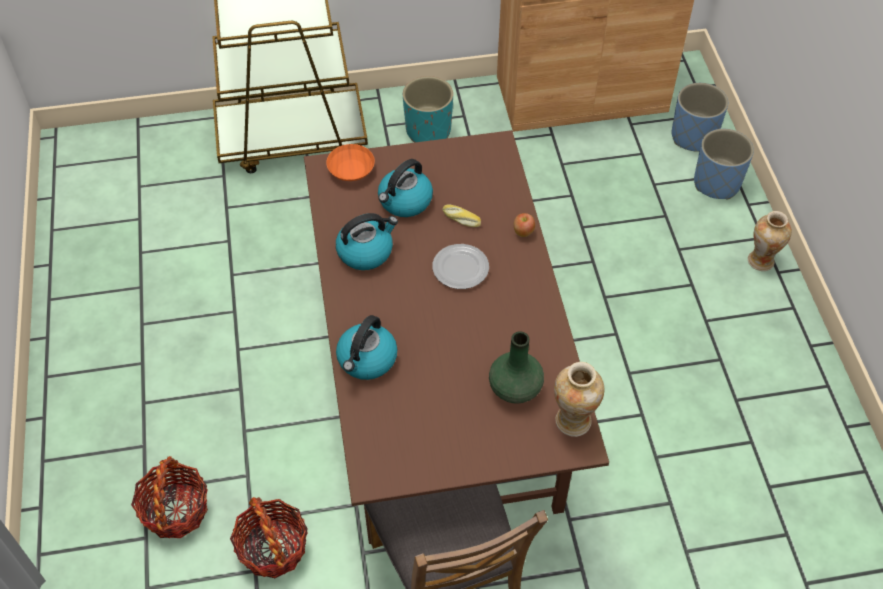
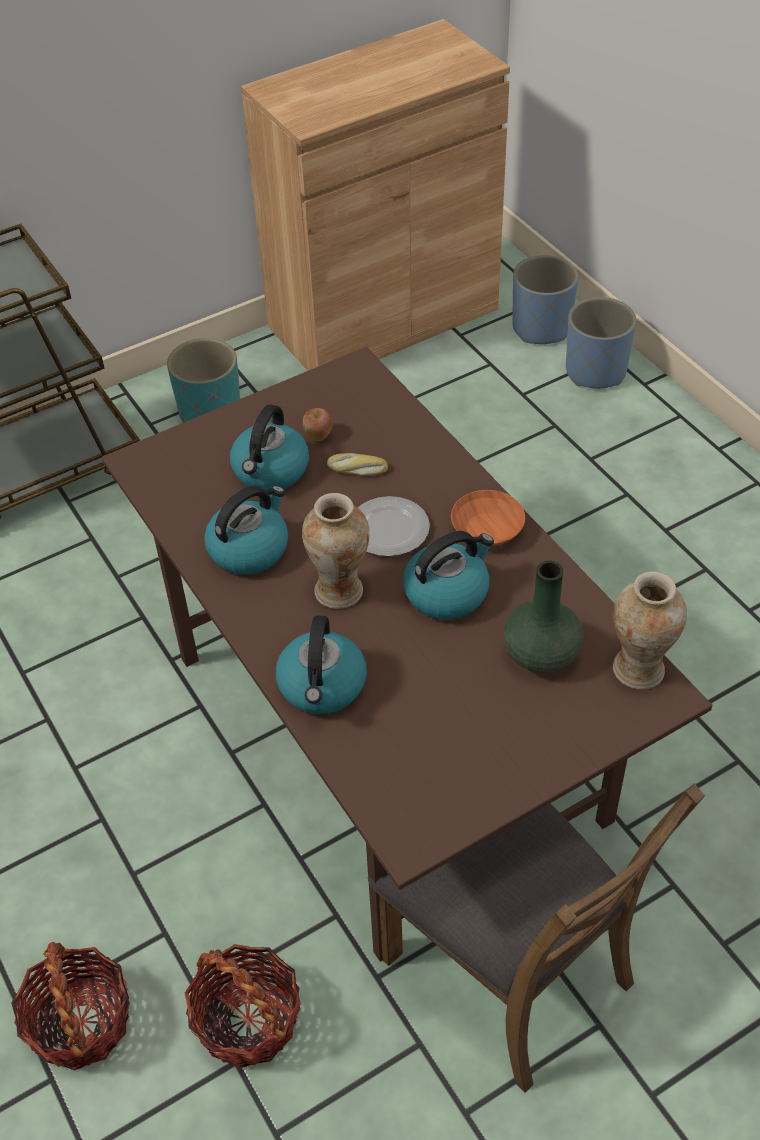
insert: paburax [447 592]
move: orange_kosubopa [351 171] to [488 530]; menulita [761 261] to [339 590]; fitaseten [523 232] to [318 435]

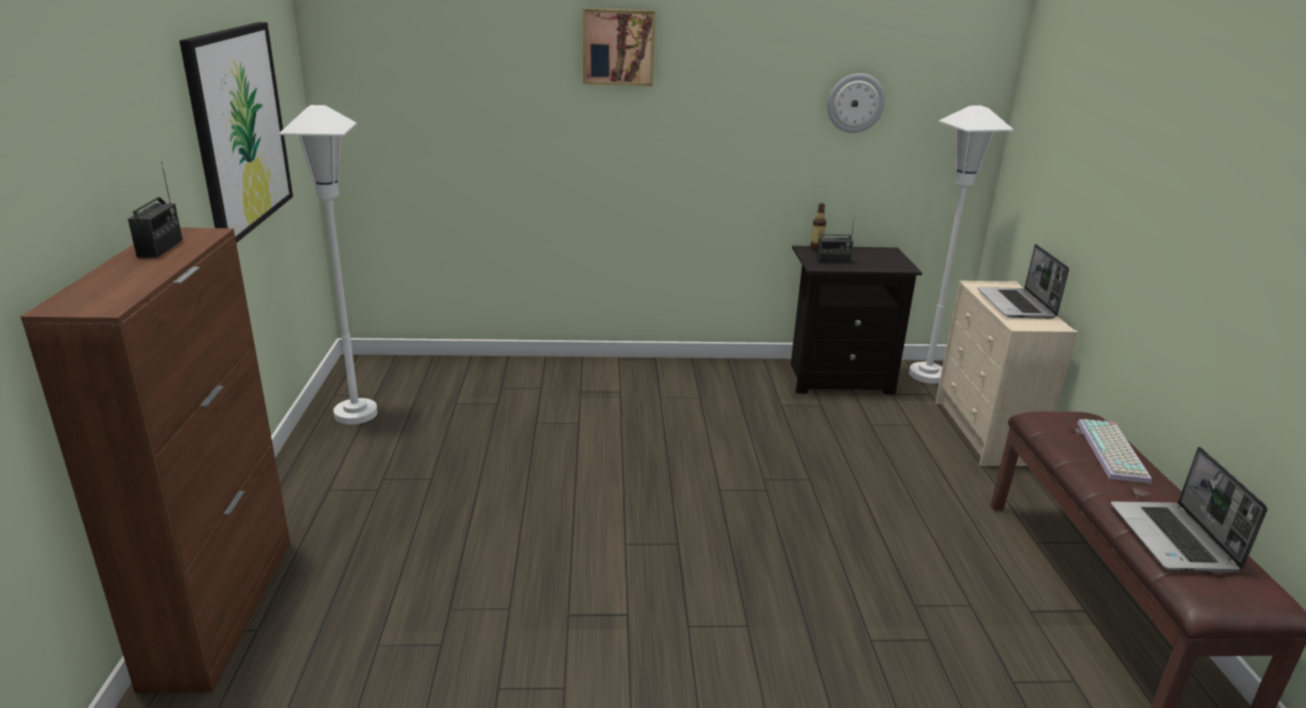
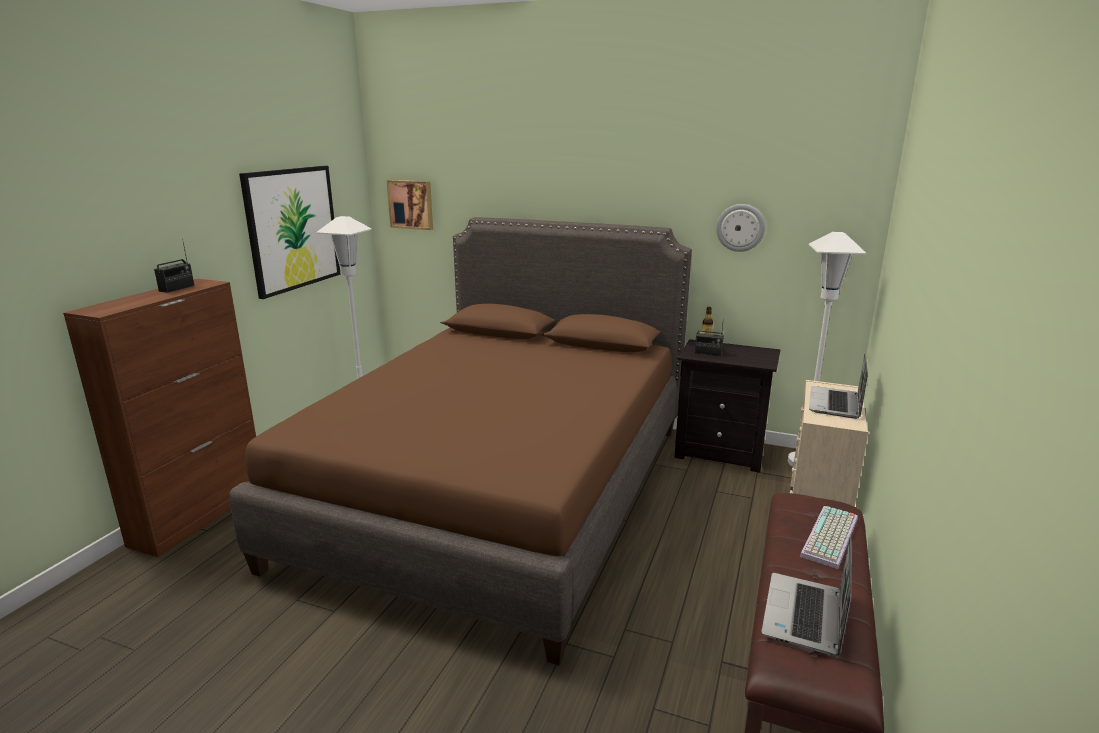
insert: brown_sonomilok [499 490]
move: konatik [618 47] to [411 204]

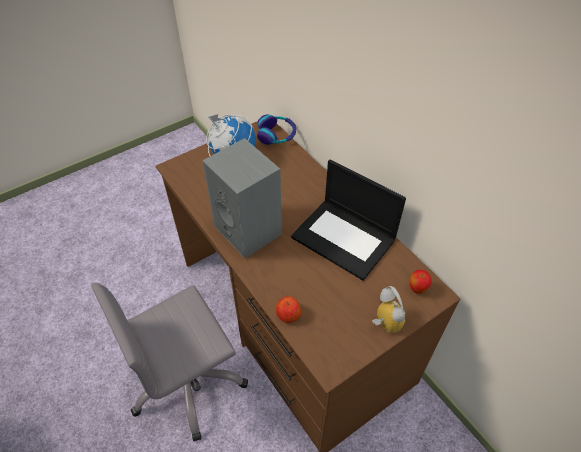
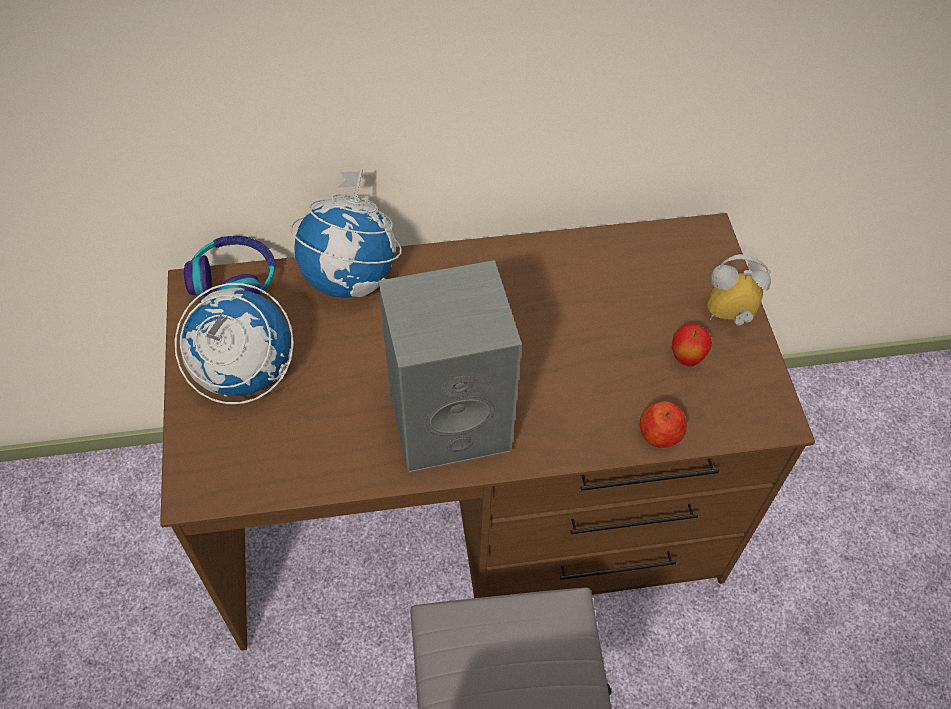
delete: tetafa [345 238]
insert: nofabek [351 278]
move: fitaseten [417 289] to [686 359]

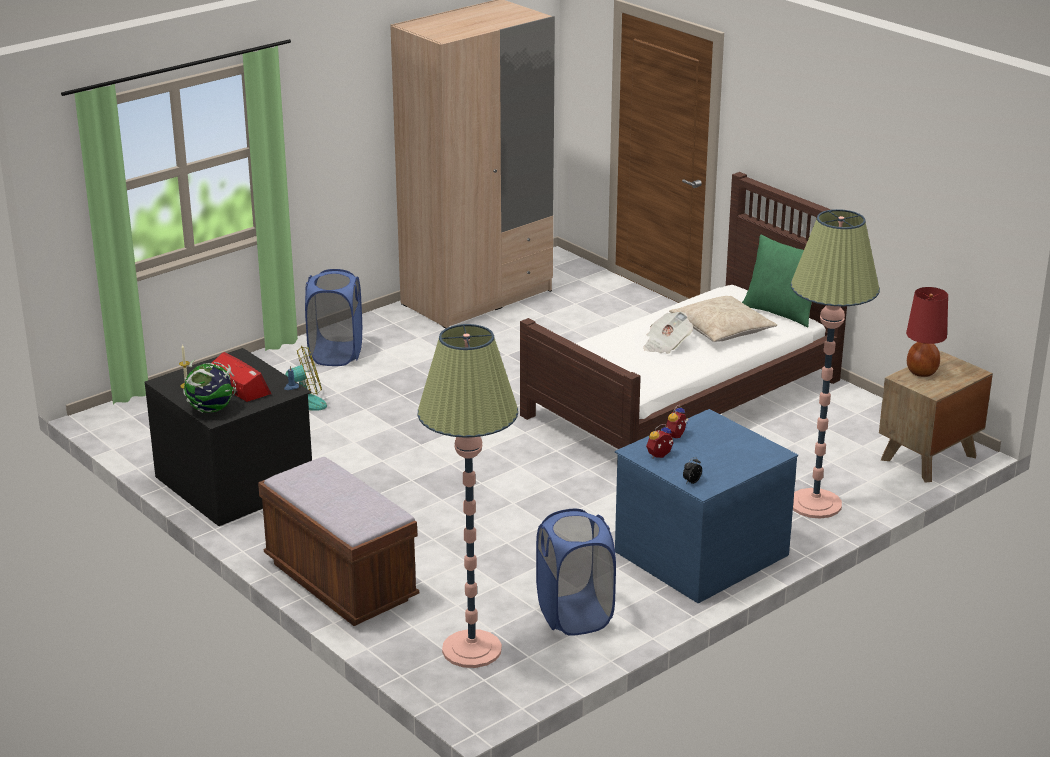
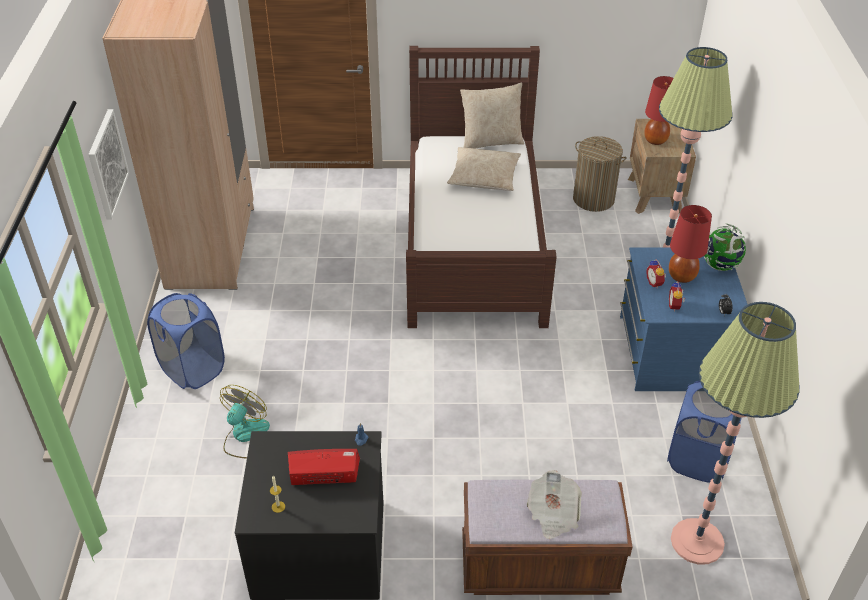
insert: konatik [107 164]; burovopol [593 199]; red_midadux [681 277]
move: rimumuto [666 345] to [553 514]; nofabek [211 410] to [719 265]
recolor: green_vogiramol [781 312] to beige_vogiramol [491 141]

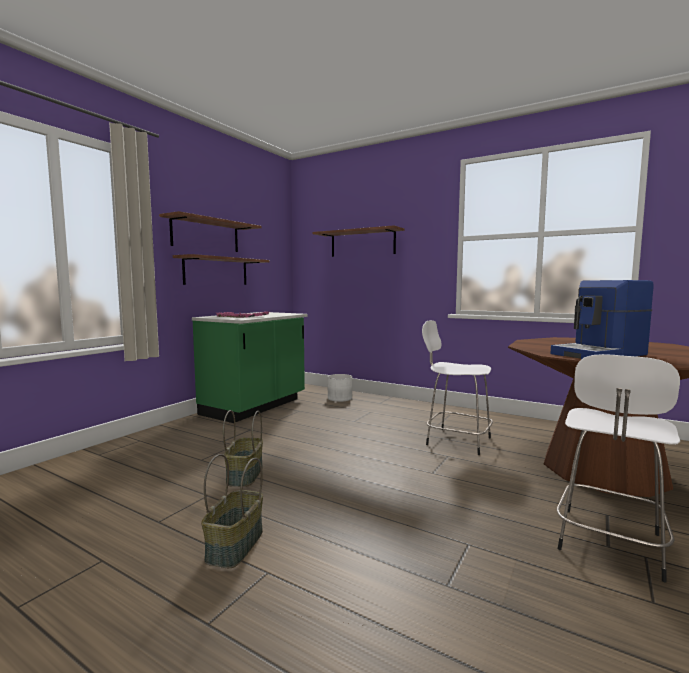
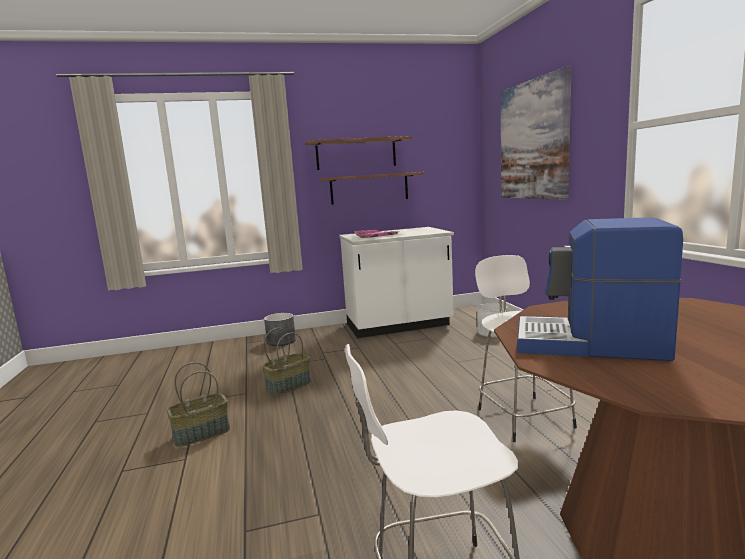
insert: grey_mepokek [281 341]
replace: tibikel [362 243] to konatik [533 140]
recolor: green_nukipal [255 407] to white_nukipal [399 326]

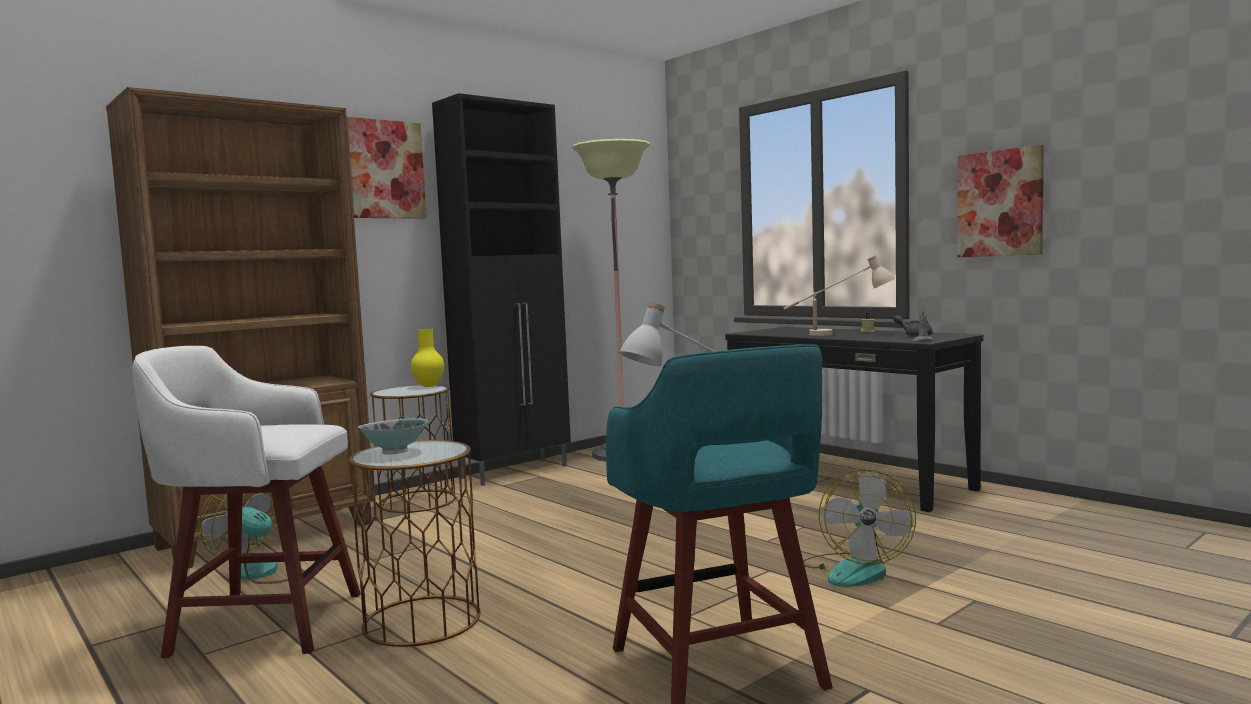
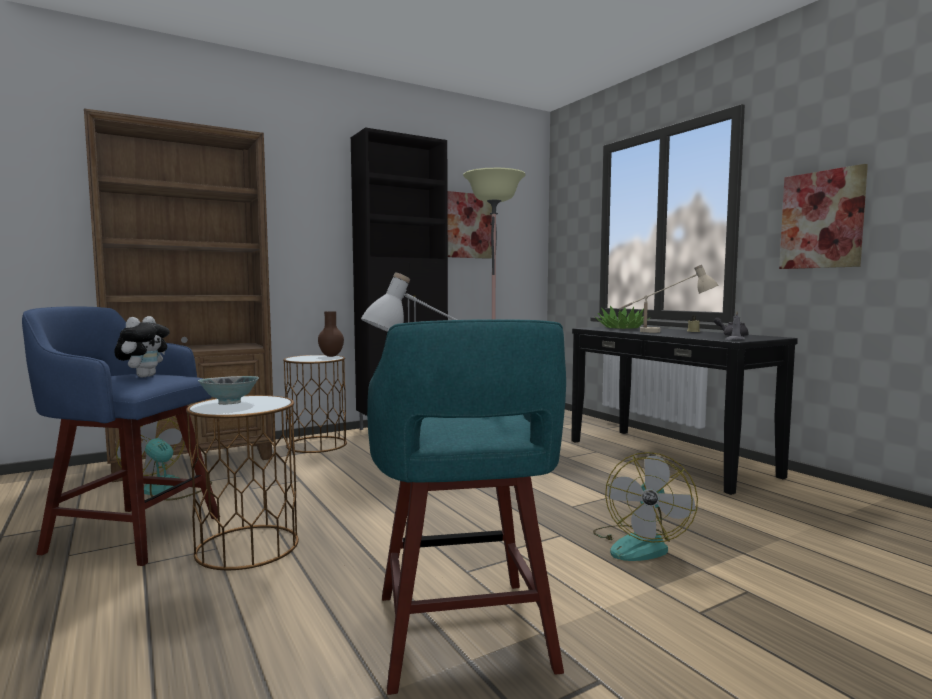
insert: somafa [622 328]; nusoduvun [144 376]
move: konatik [386 169] to [468 226]
recolor: yellow_menulita [429 386] to brown_menulita [332 356]; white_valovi [262 623] to blue_valovi [130 534]

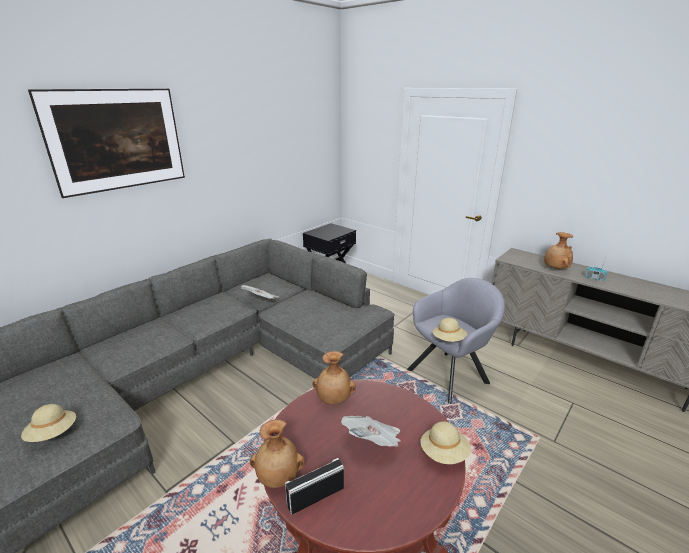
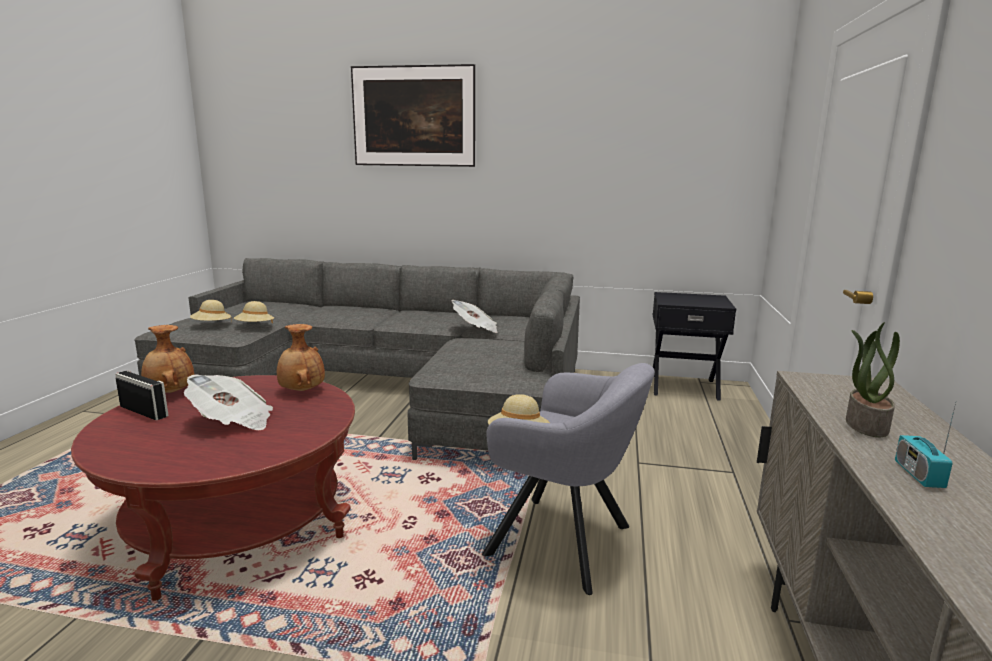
move: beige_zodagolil [444 453] to [255 327]
replace: brown_menulita [555 268] to somafa [865 425]

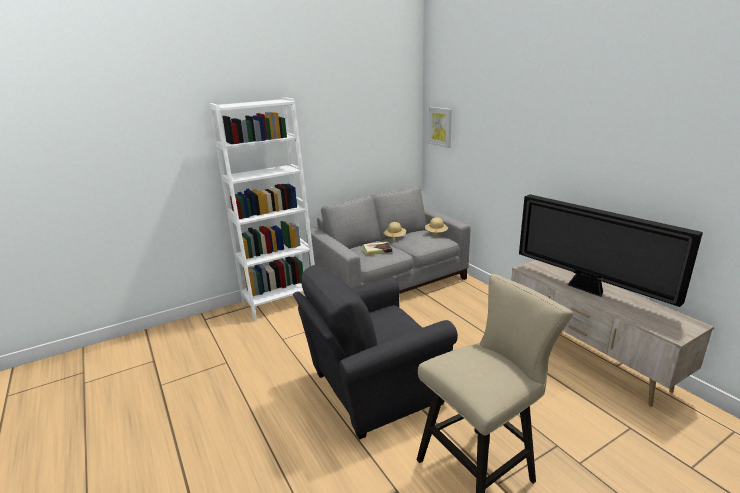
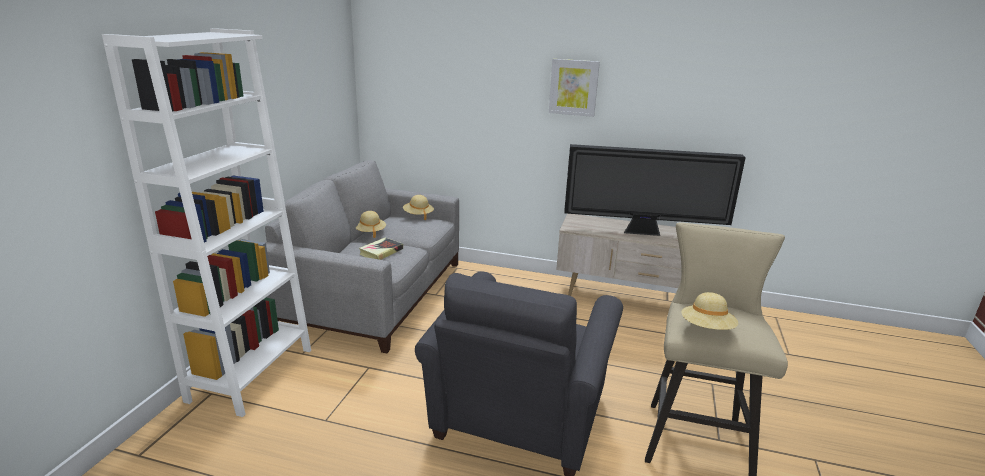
insert: beige_zodagolil [707 329]
move: konatik [440 127] to [573 87]

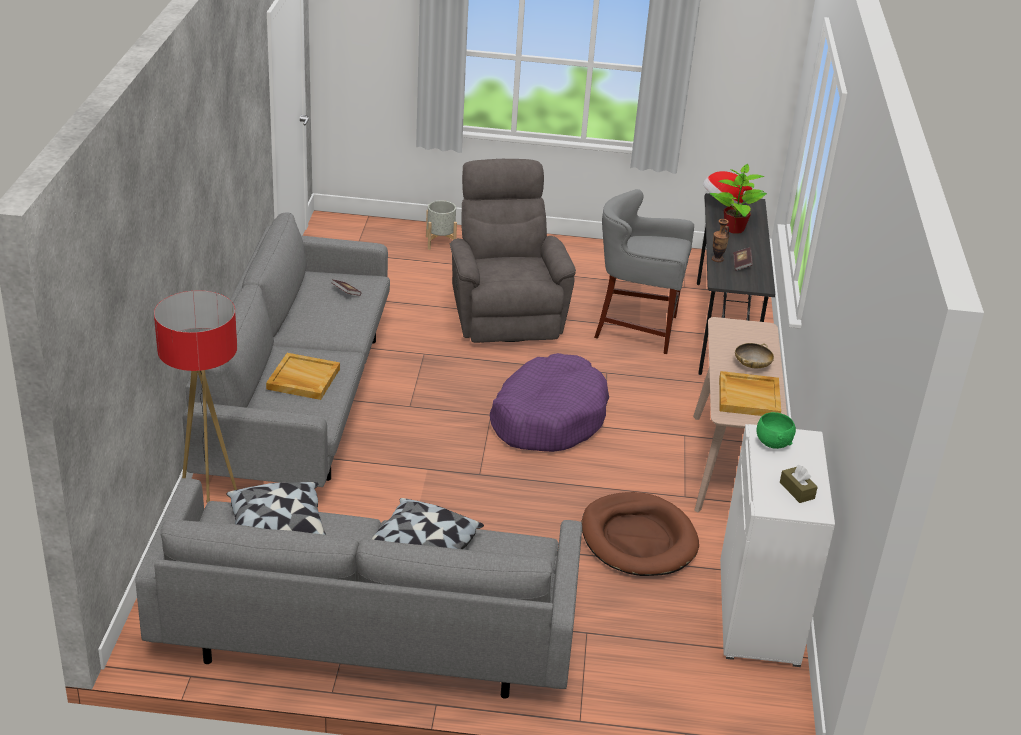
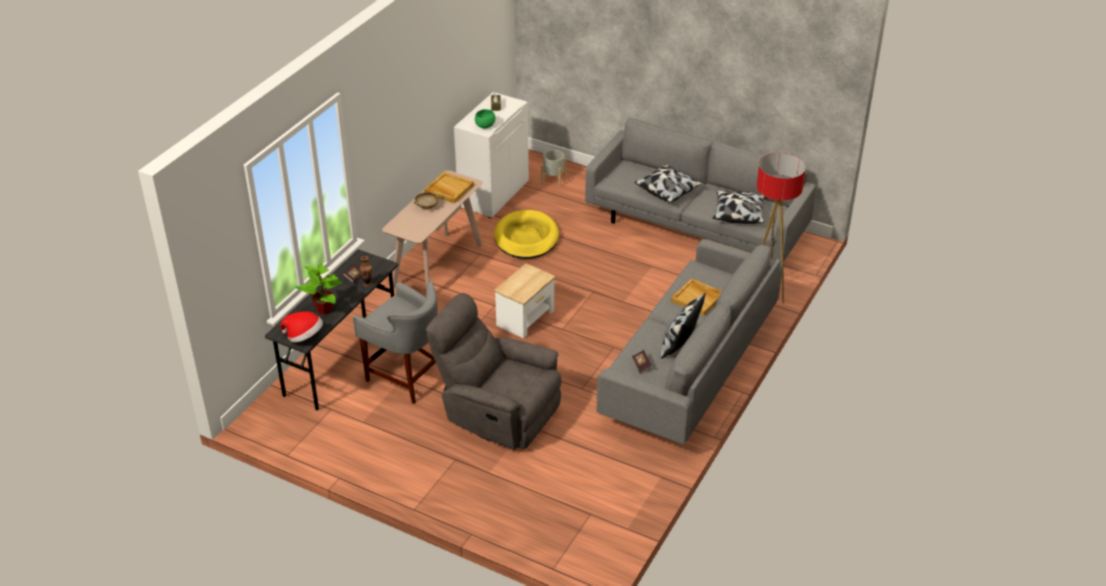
insert: vogiramol [679 344]
move: grey_mepokek [440 242] to [553 180]
replace: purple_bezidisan [548 418] to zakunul [526 319]
recolor: brown_bezidisan [638 539] to yellow_bezidisan [526 238]
rotate: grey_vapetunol [505 313] = [497 413] 105 degrees clockwise

